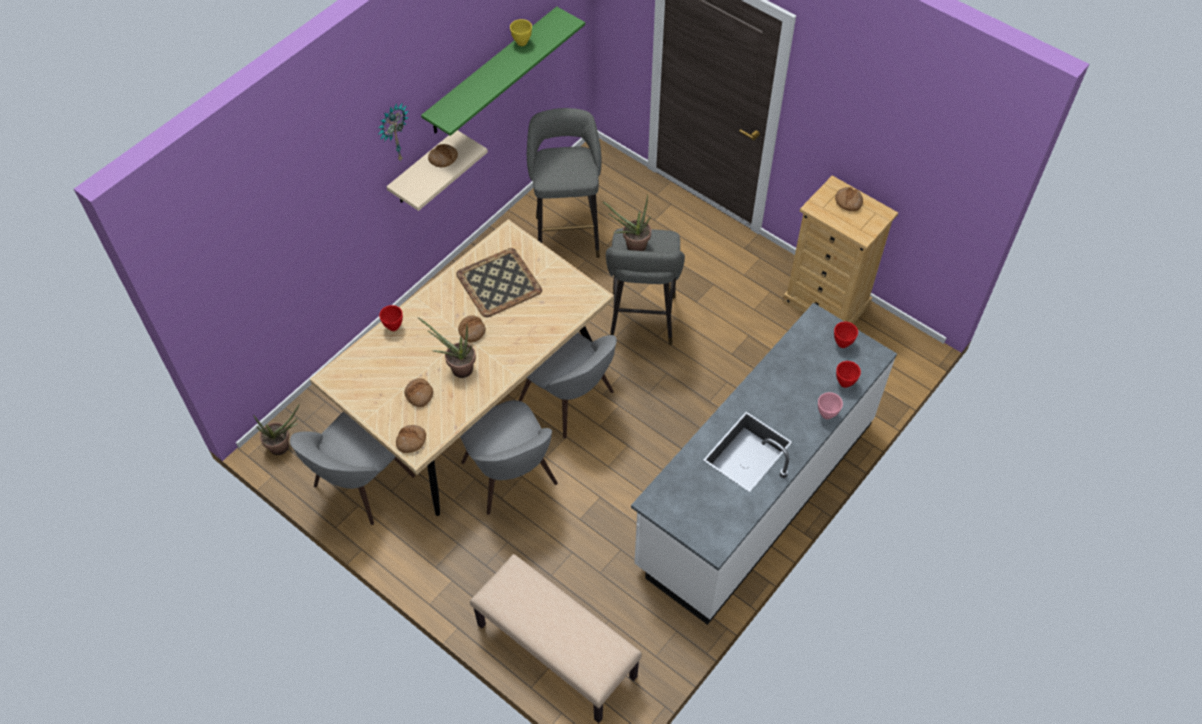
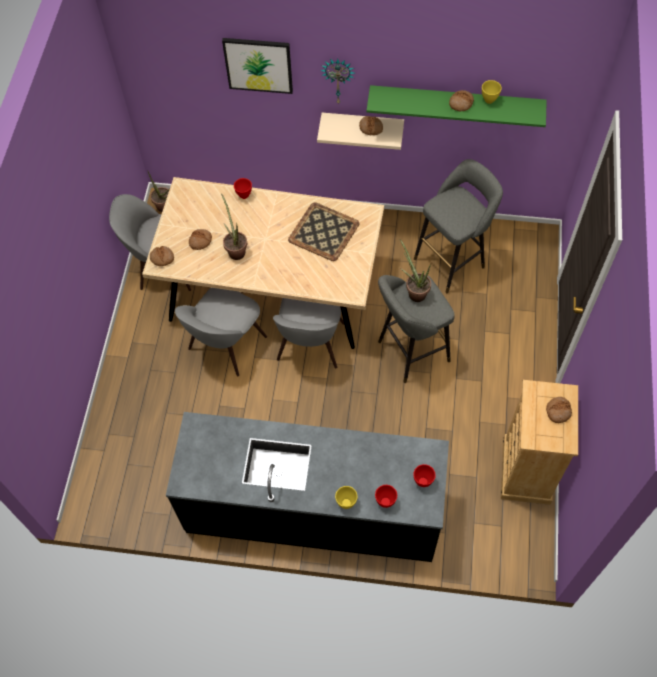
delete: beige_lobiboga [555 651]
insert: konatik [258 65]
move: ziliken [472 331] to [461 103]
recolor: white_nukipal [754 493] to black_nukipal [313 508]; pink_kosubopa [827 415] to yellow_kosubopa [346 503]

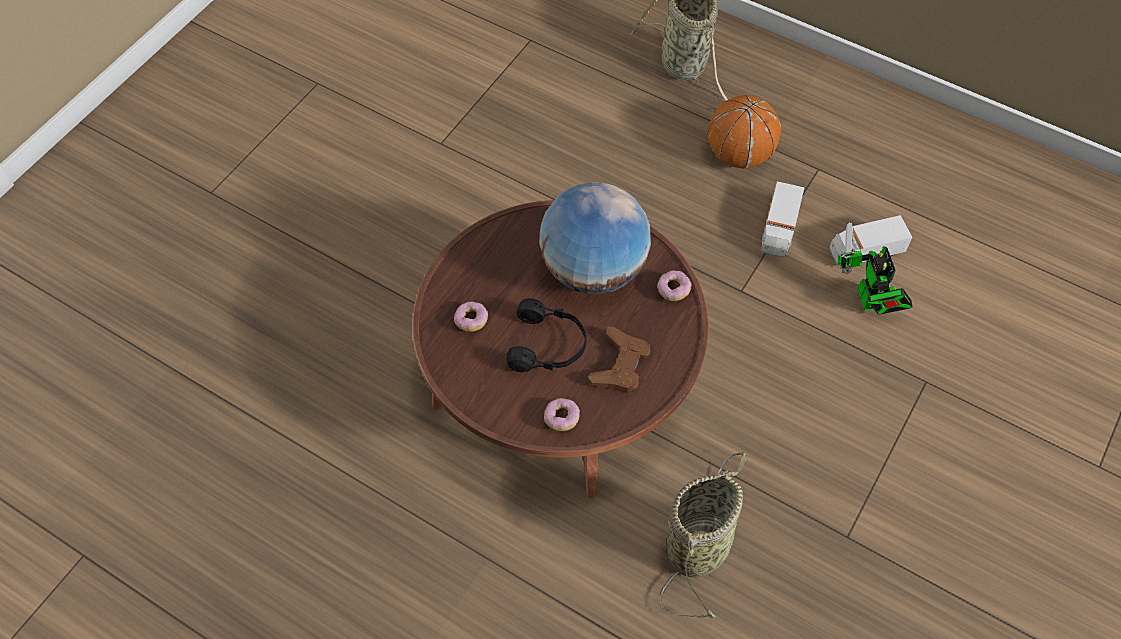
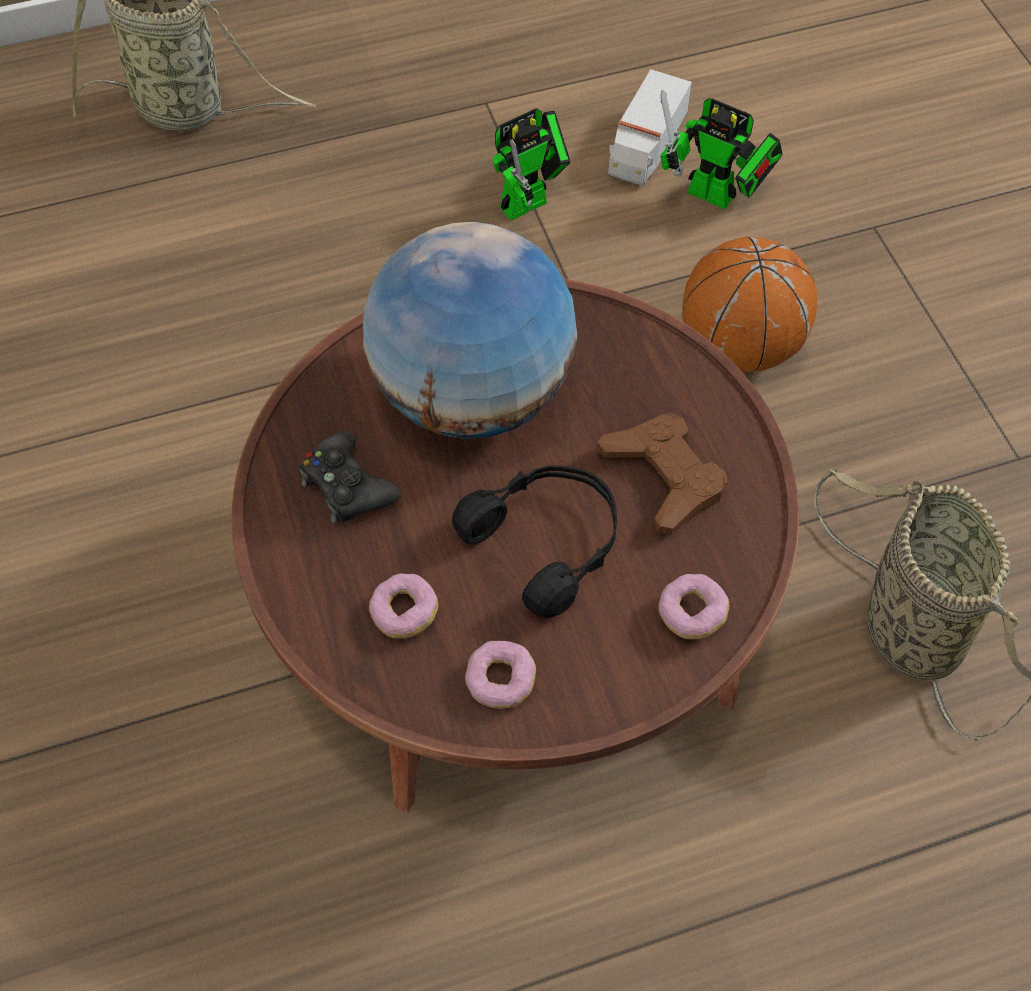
insert: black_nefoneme [347 486]
move: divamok [739 155] to [740 347]; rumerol [673 290] to [500 681]
replace: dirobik [779 229] to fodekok [530 202]

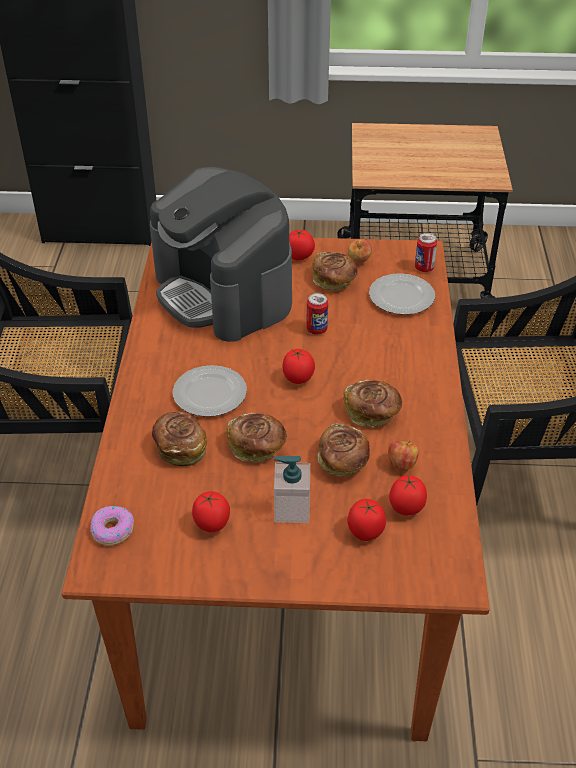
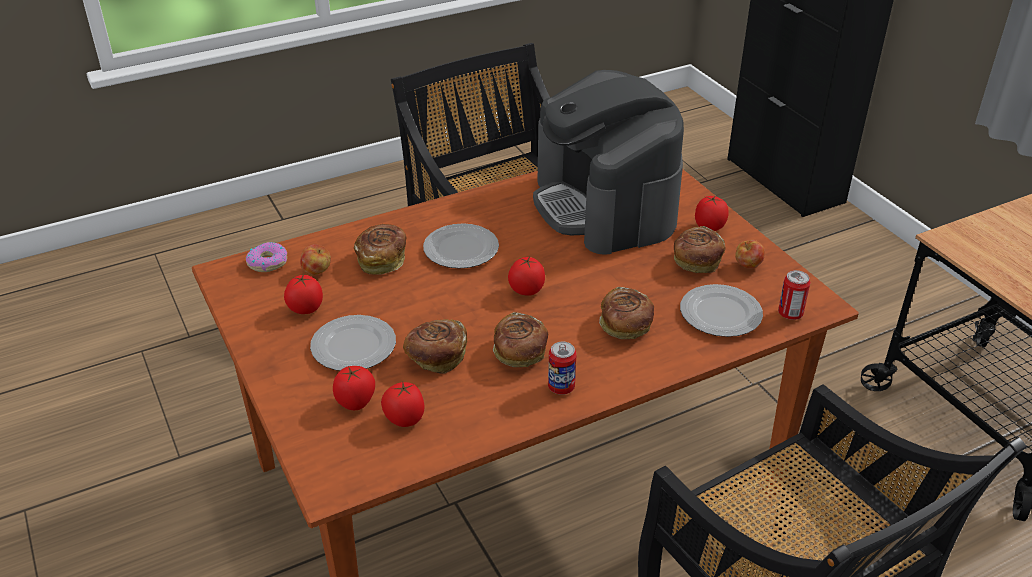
move: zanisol [316 329] to [561 387]; ziliken [257 447] to [625 326]; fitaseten [401 464] to [317 271]
replace: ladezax [291 509] to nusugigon [353 347]
rotate: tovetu [223 292] = [605 206] 45 degrees counterclockwise

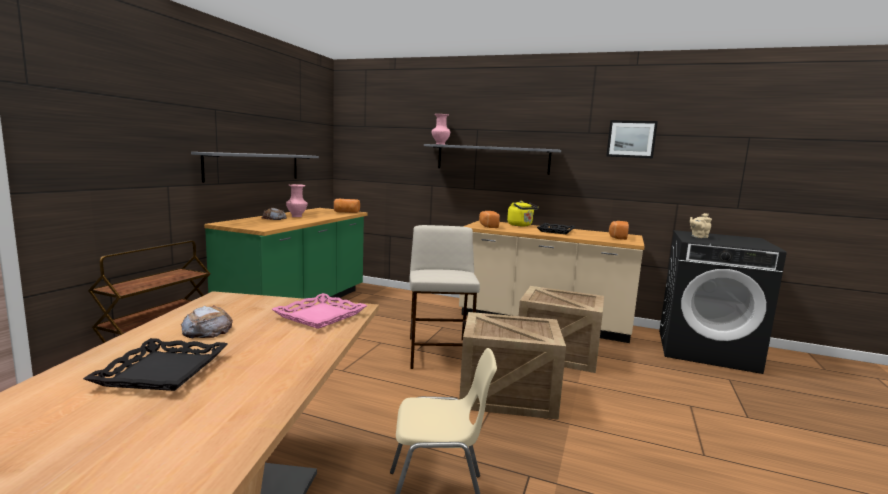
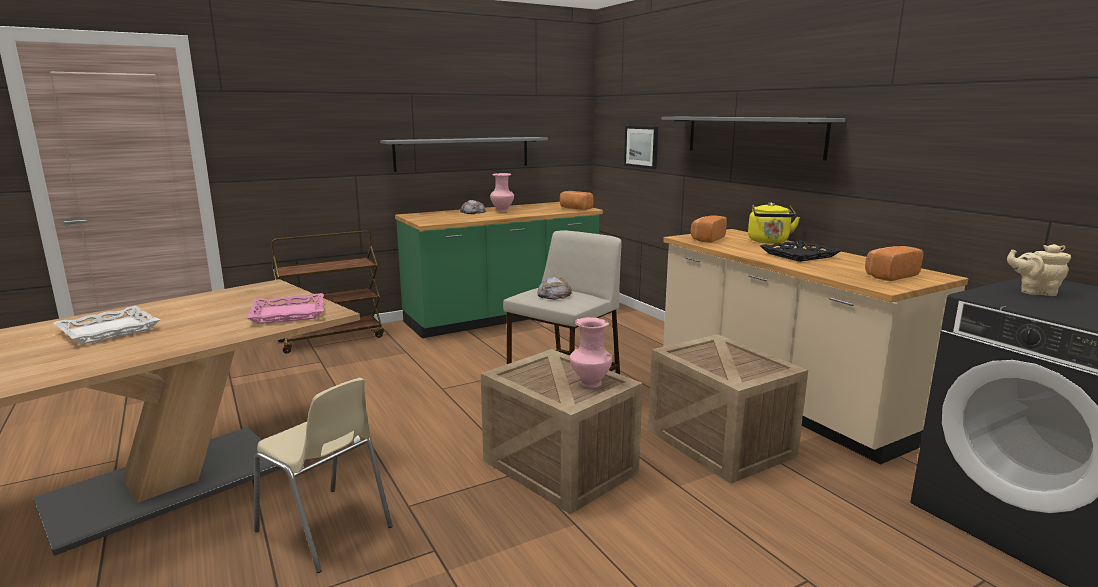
move: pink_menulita [440 144] to [589 383]; konatik [631 139] to [641 146]; ziliken [207 330] to [554 295]
recolor: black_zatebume [162 371] to white_zatebume [109 330]

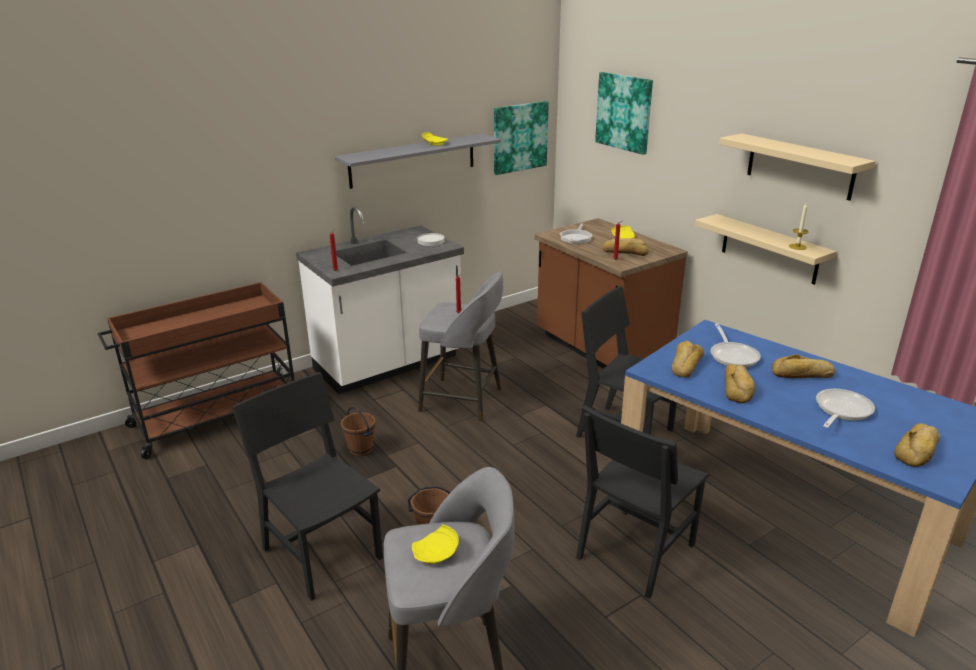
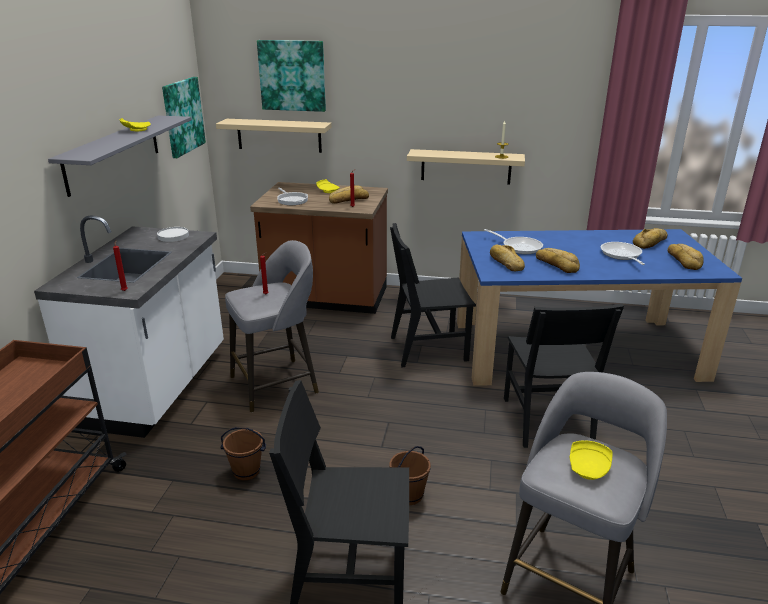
move: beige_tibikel [800 166] to [279 135]; ziliken [802 374] to [651 242]

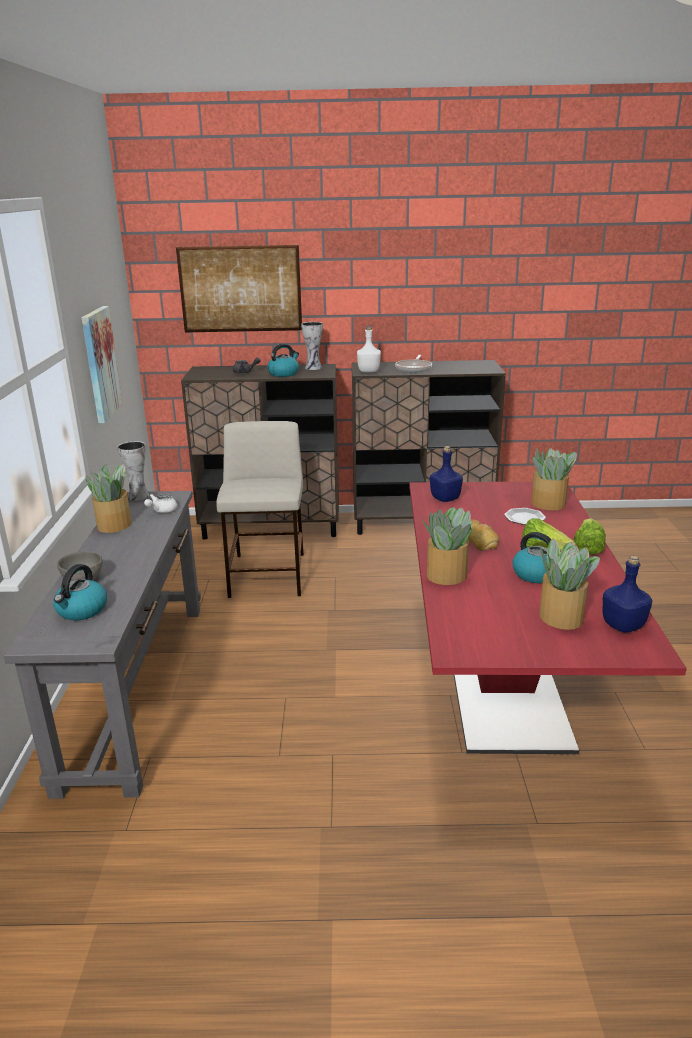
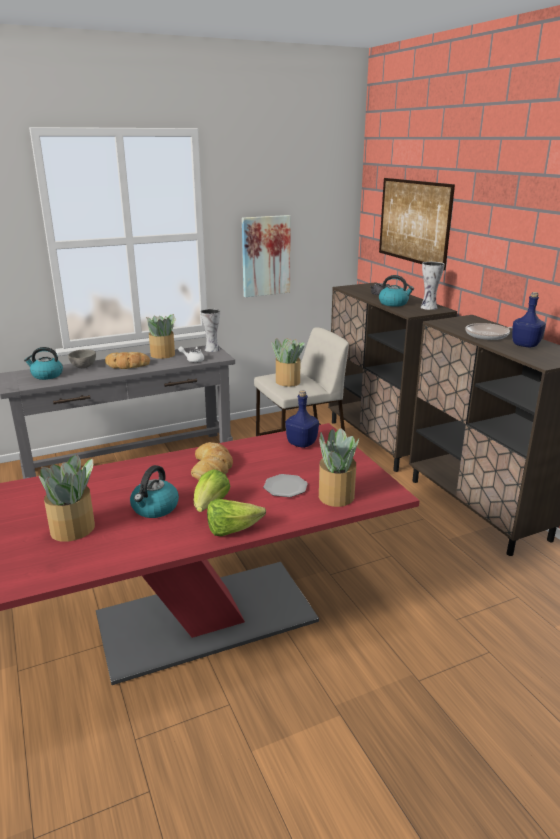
delete: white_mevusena [369 371]
insert: ziliken [127 365]
move: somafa [445 575] to [287 381]; blue_mevusena [623 626] to [525 345]

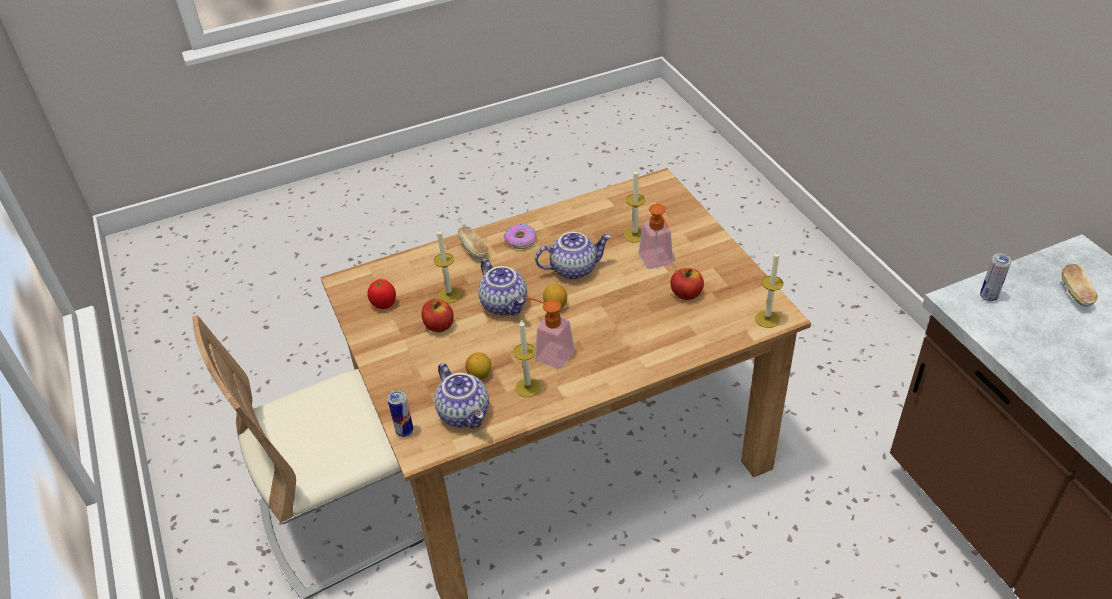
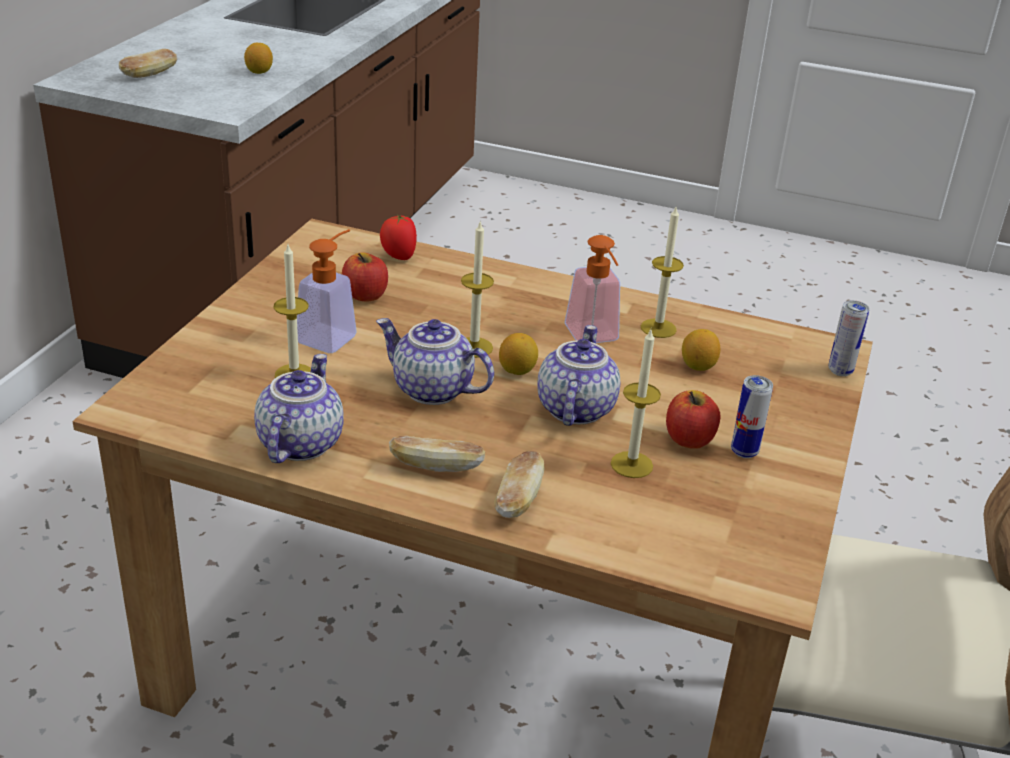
insert: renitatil [259 72]
move: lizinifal [767 319] to [474 347]; zanisol [988 297] to [744 451]; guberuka [383 305] to [398 257]; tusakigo [465 413] to [298 443]
replace: rumerol [520 240] to ziliken [436 467]

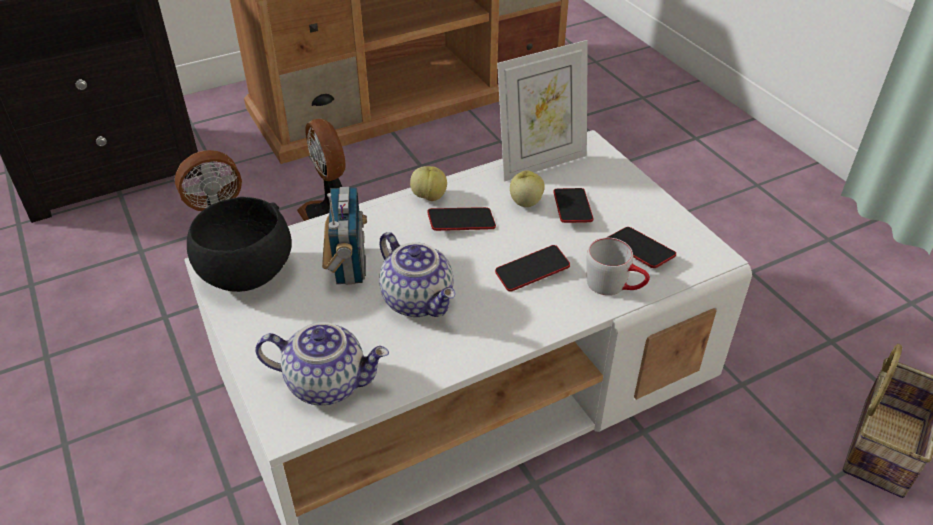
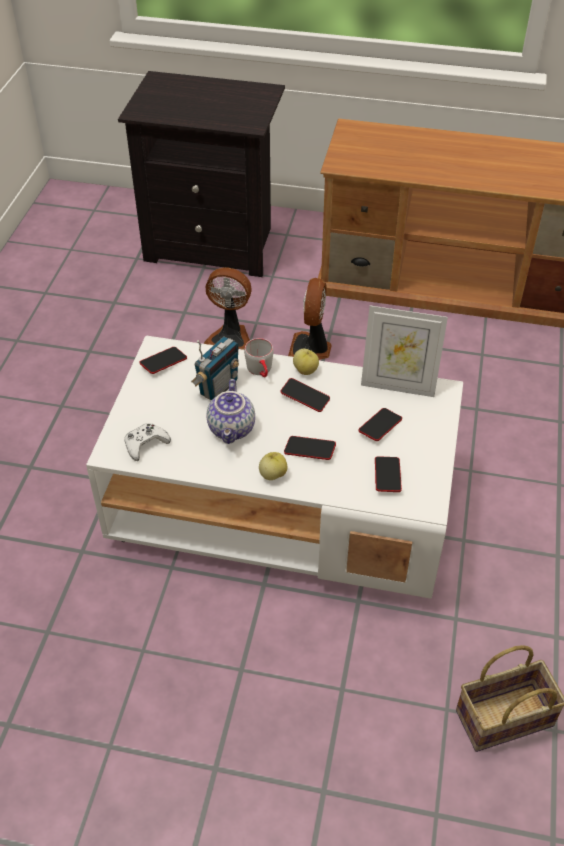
move: fitaseten [525 202] to [272 474]; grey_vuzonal [615 285] to [261 371]
replace: black_kosubopa [245 276] to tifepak [163 362]; tusakigo [328 382] to white_nefoneme [145 444]

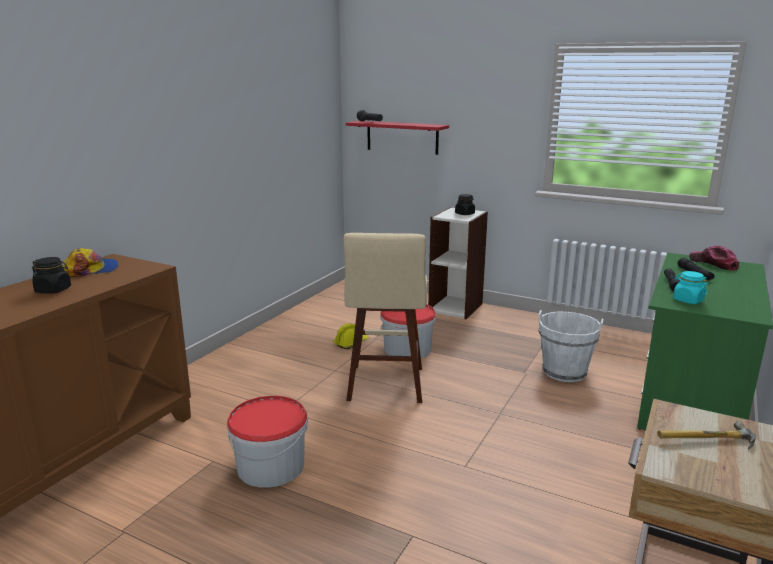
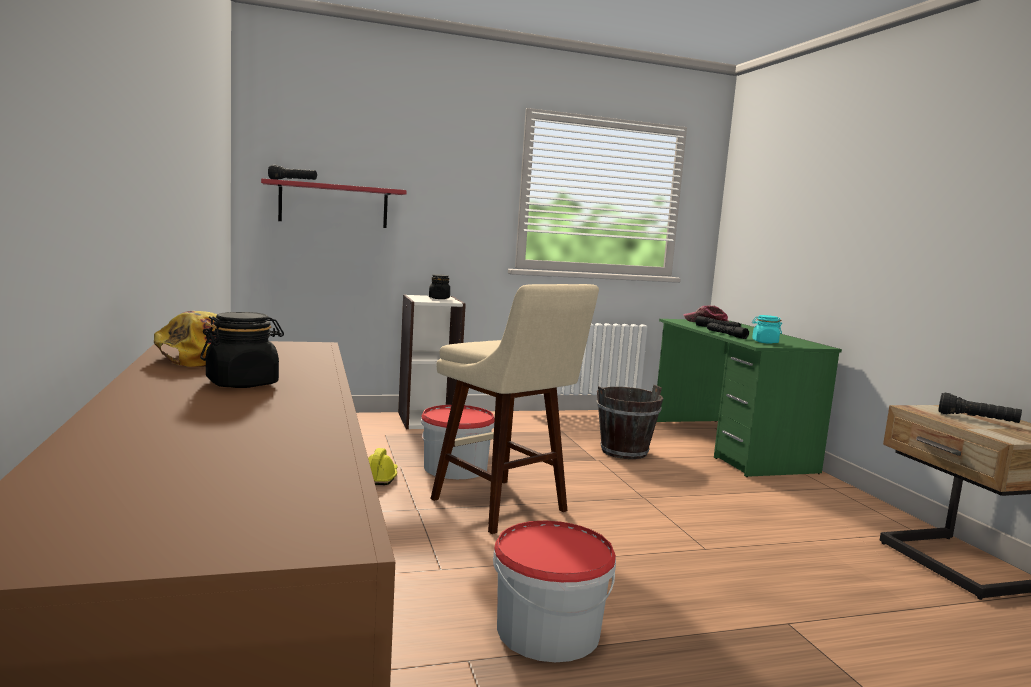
replace: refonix [708 442] to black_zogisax [977 419]
recolor: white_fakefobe [564 372] to brown_fakefobe [624 452]

